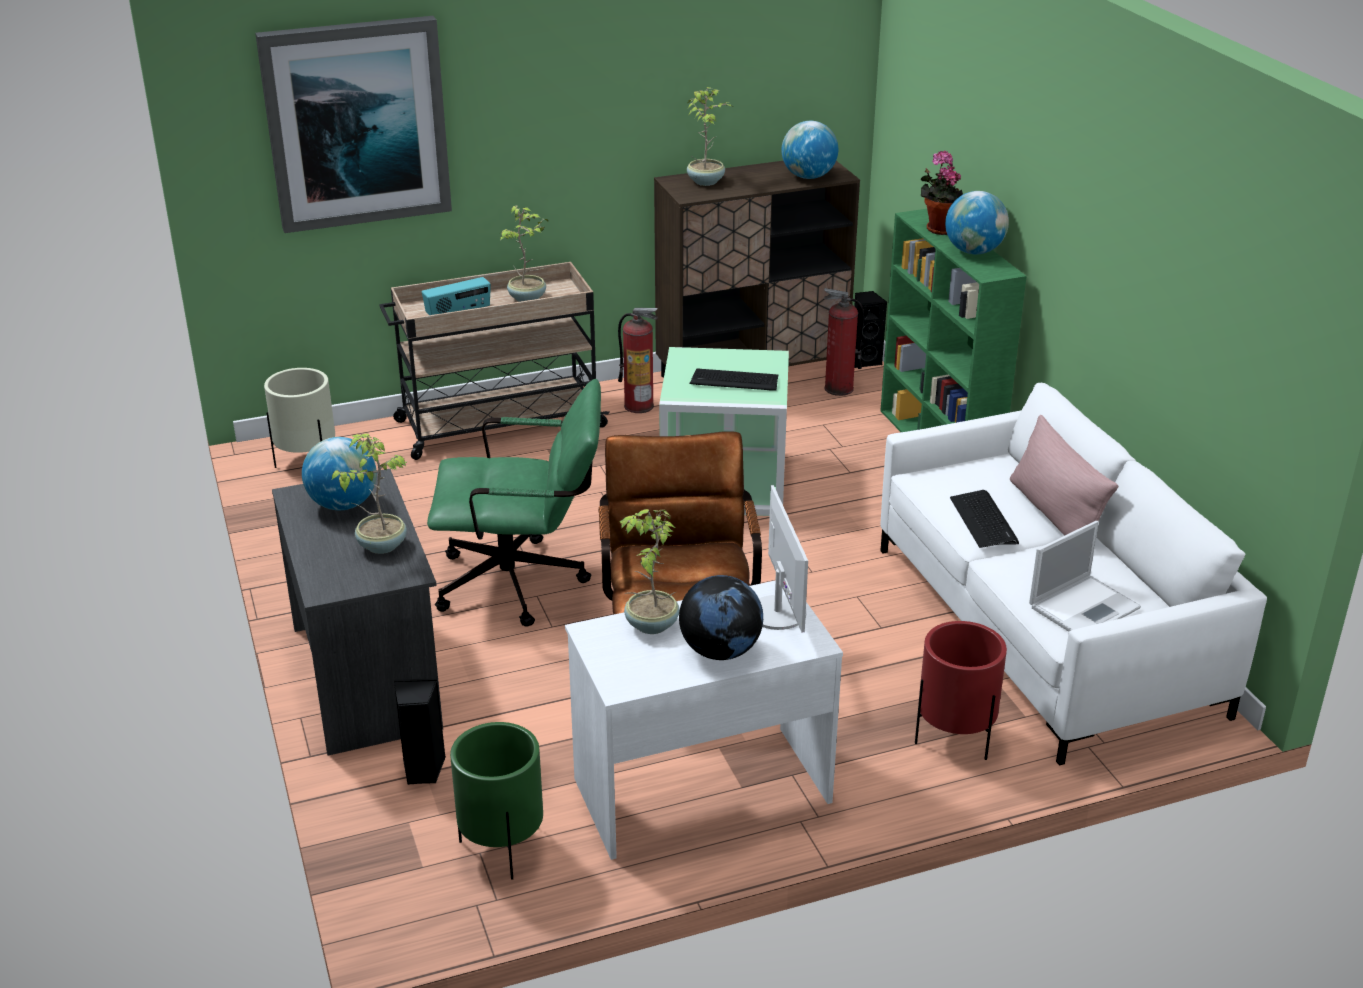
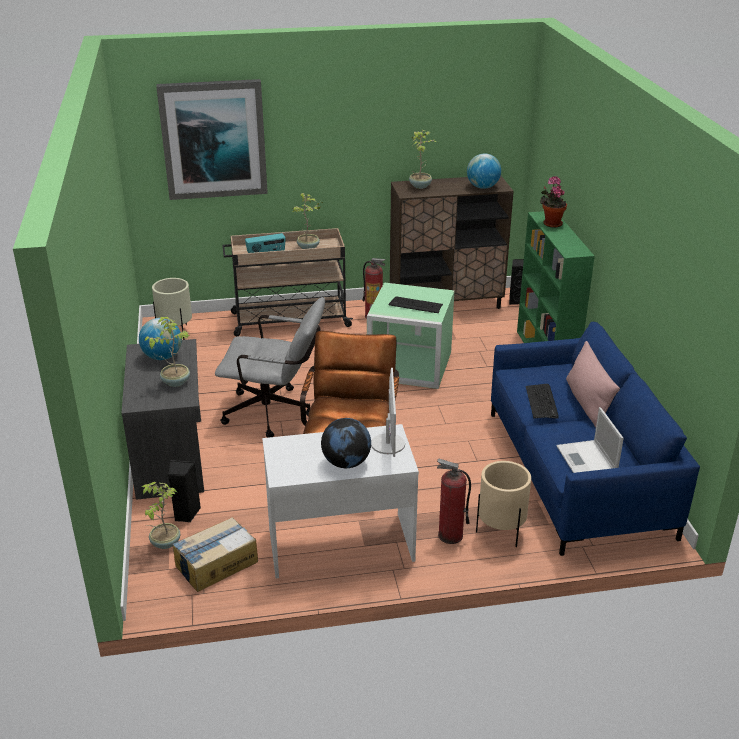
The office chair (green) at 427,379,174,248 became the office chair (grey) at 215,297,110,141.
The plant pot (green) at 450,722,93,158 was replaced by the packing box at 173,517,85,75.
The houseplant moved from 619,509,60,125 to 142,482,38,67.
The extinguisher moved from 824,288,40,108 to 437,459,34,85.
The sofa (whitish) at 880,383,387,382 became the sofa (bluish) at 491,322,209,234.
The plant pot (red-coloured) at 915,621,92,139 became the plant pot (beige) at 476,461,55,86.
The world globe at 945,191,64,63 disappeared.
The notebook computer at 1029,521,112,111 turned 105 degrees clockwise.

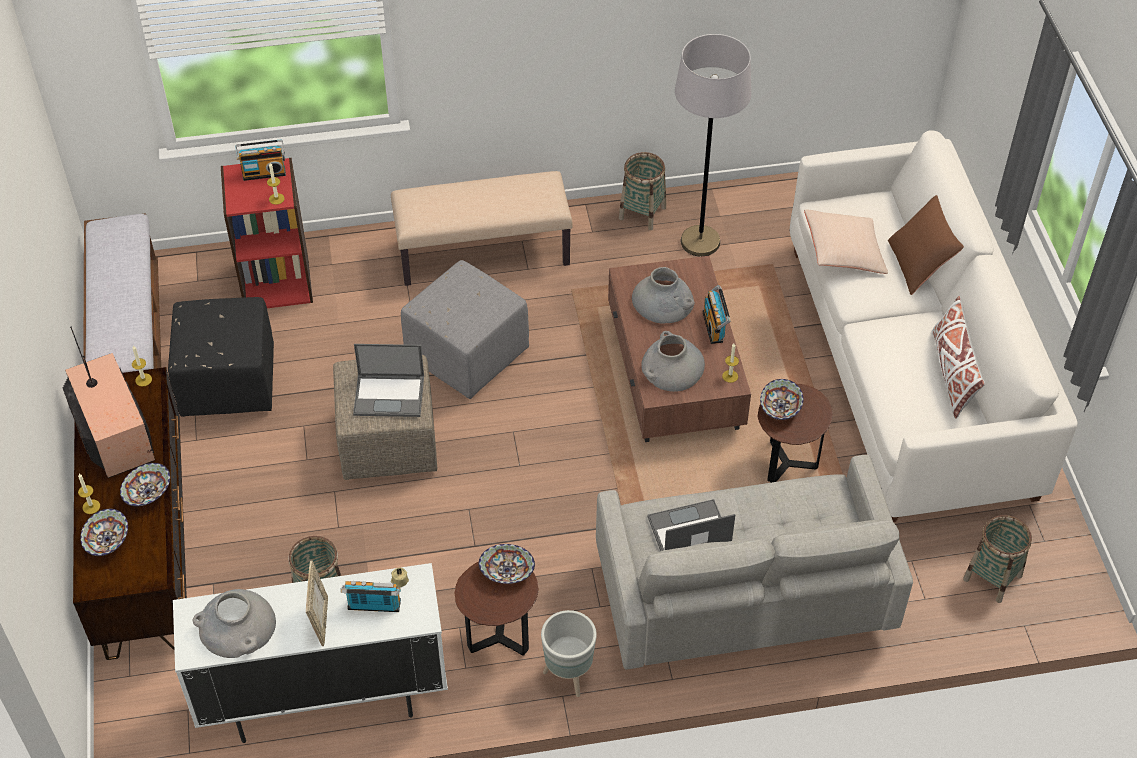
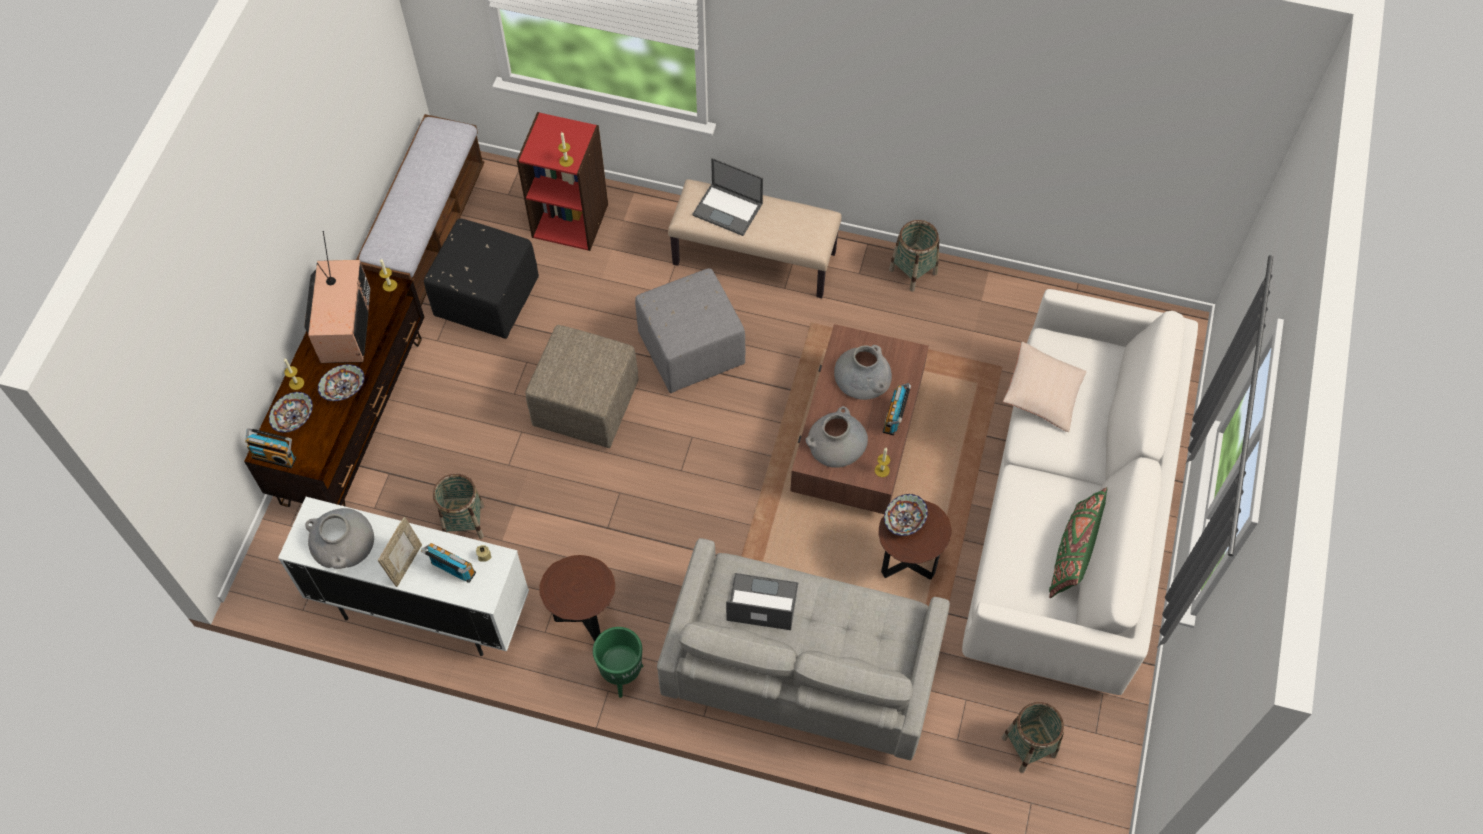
The radio receiver moved from 235,140,51,41 to 245,428,51,40.
The notebook computer moved from 353,344,71,73 to 692,158,71,78.
The serving bowl at 479,544,56,40 disappeared.
The plant pot (grey) at 541,610,56,87 became the plant pot (green) at 593,627,50,71.
The floor lamp (grey) at 675,34,77,223 disappeared.
The pillow (brown) at 888,195,76,100 disappeared.
The pillow (whitish) at 932,296,53,123 became the pillow (green) at 1049,487,58,111.

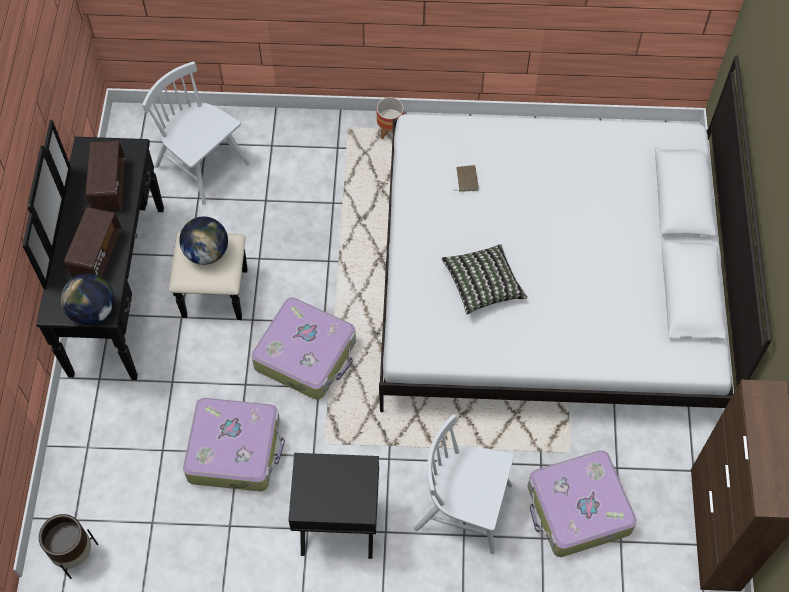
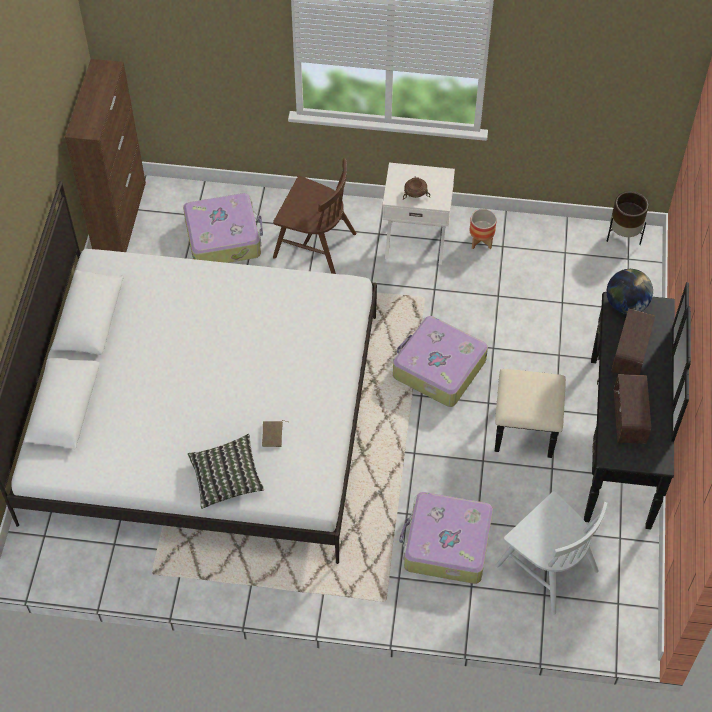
The world globe at 179,217,49,48 disappeared.
The piece of luggage moved from 183,398,102,93 to 399,492,94,92.
The night table (black-coloured) at 288,453,91,106 became the night table (whitish) at 382,163,73,102.
The plant pot moved from 377,97,27,42 to 470,209,27,40.
The plain chair (whitish) at 414,414,100,140 became the plain chair (brown) at 273,158,83,116.
The pillow moved from 441,244,86,70 to 188,434,76,75.
The serving bowl (brown) at 403,176,27,23 appeared.

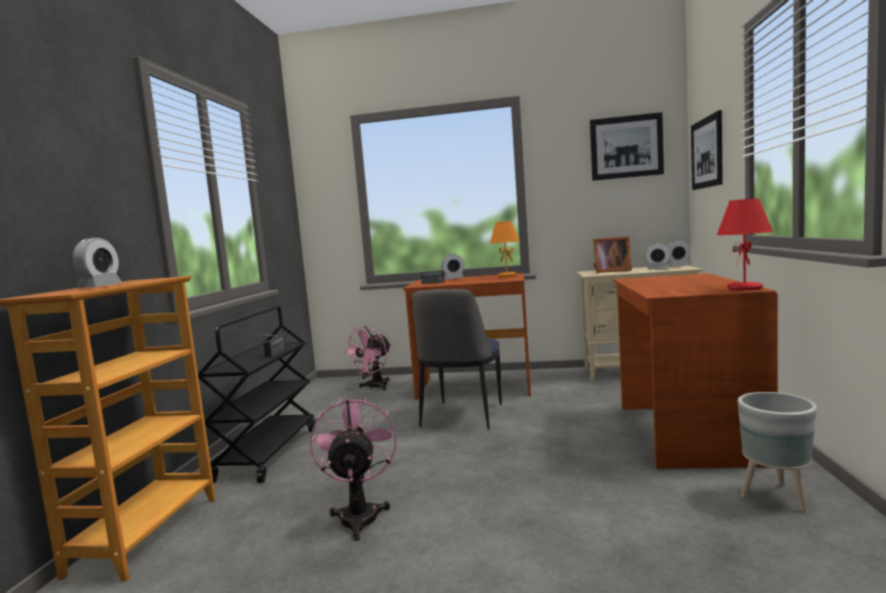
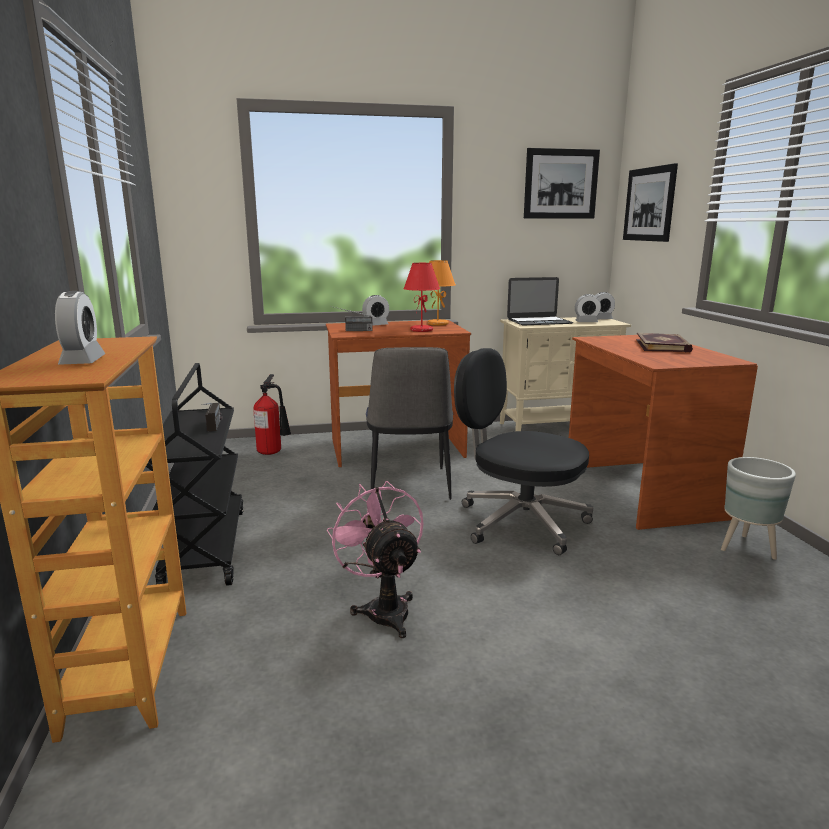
The fan (pink) at 343,326,48,64 was replaced by the extinguisher at 253,374,38,81.
The standing frame at 593,236,39,37 was replaced by the notebook computer at 507,277,66,48.
The tabletop lamp (red-coloured) moved from 717,198,56,92 to 403,263,37,69.
The office chair (black-coloured) at 454,348,139,207 appeared.
The book at 636,333,57,19 appeared.

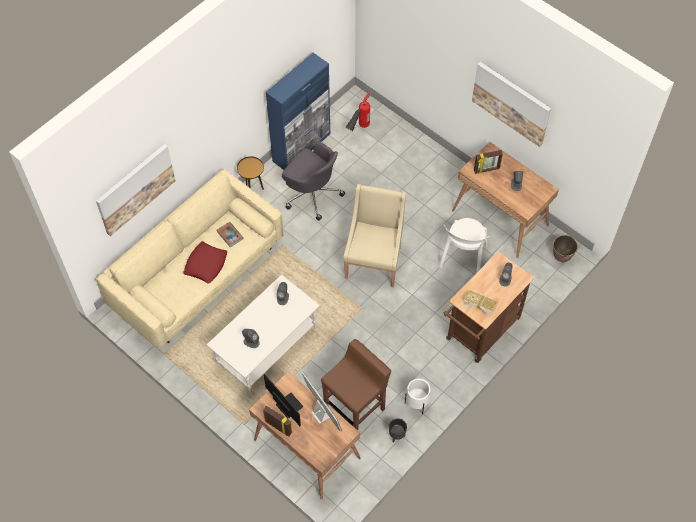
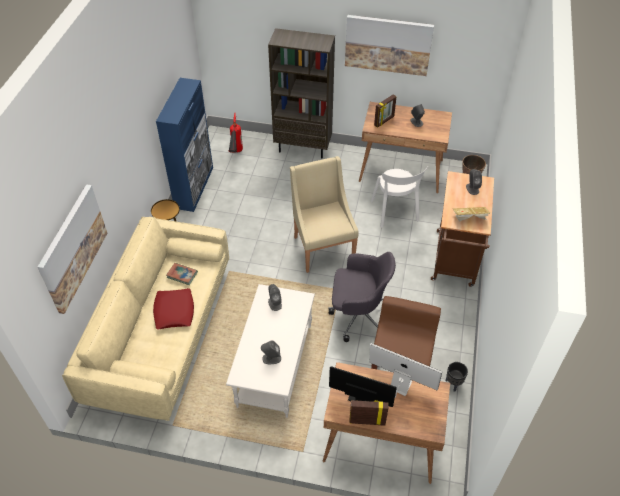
The office chair (grey) moved from 282,141,63,80 to 328,252,68,90.
The plant pot (whitish) at 405,379,25,35 disappeared.
The shelving unit (brown) at 268,28,67,130 appeared.

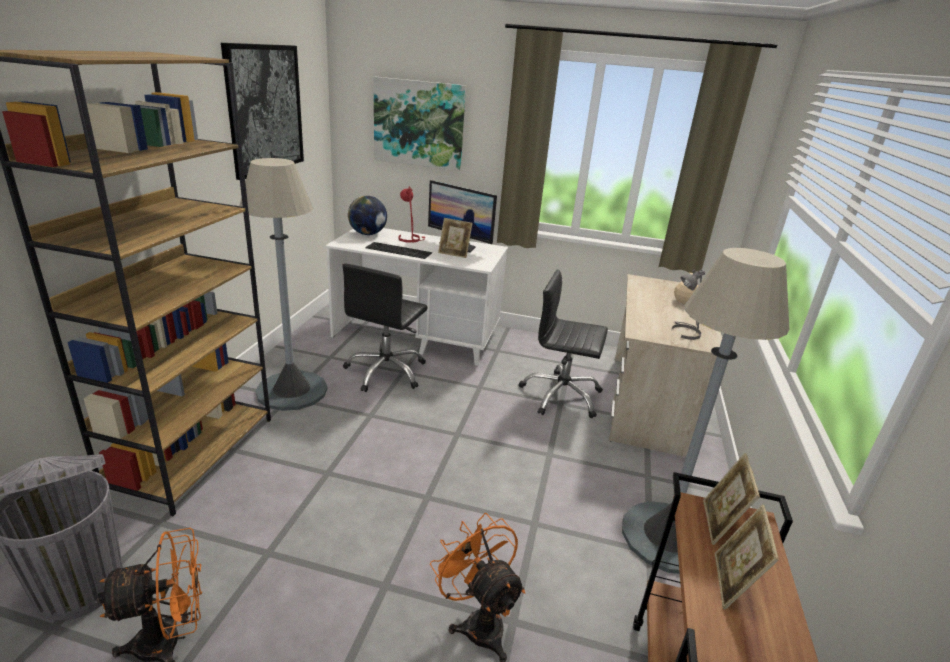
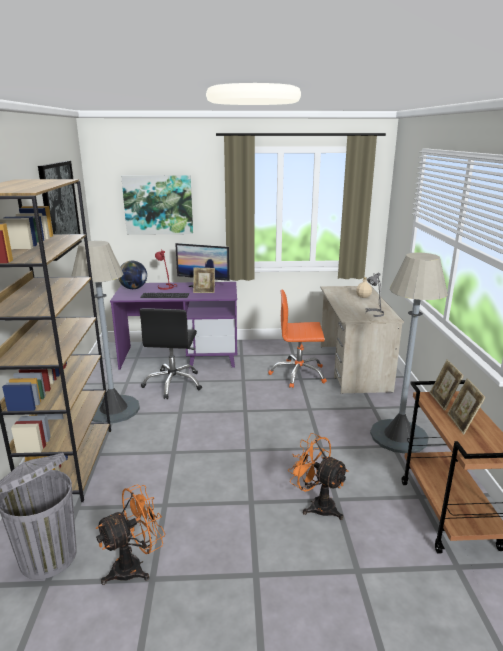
The desk table (whitish) at 325,228,183,138 became the desk table (purple-coloured) at 110,282,127,88.
The office chair (black-coloured) at 519,270,89,148 became the office chair (orange-coloured) at 268,290,59,98.

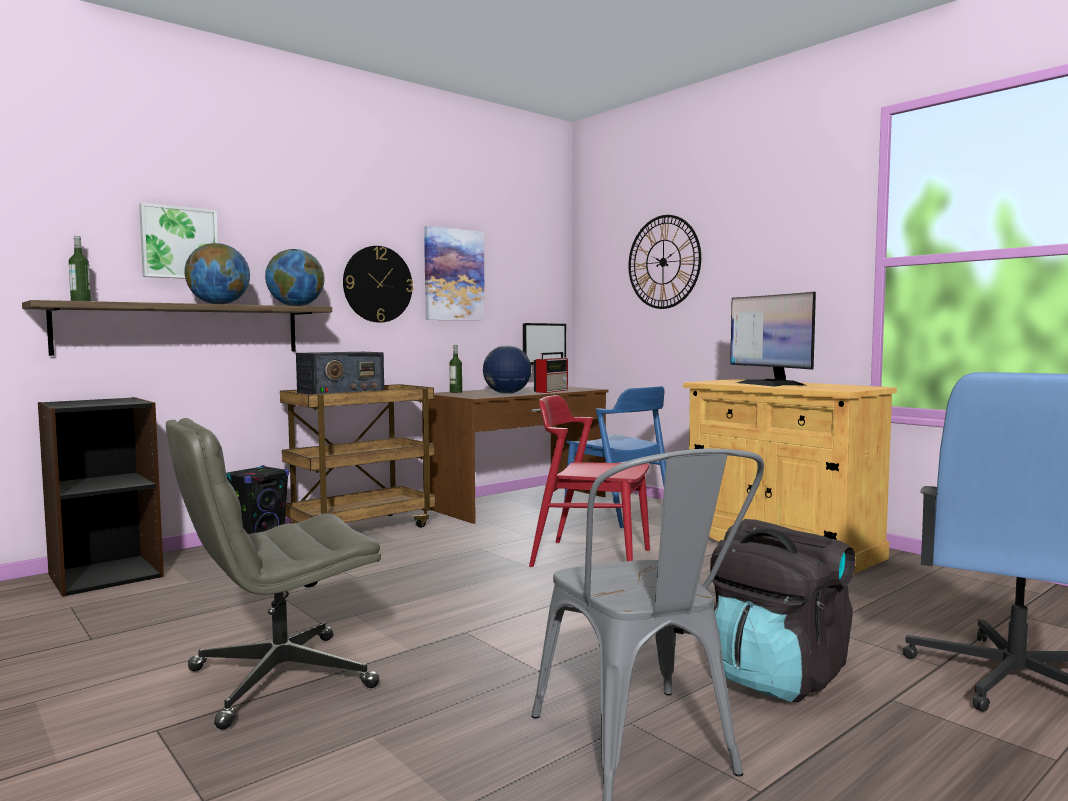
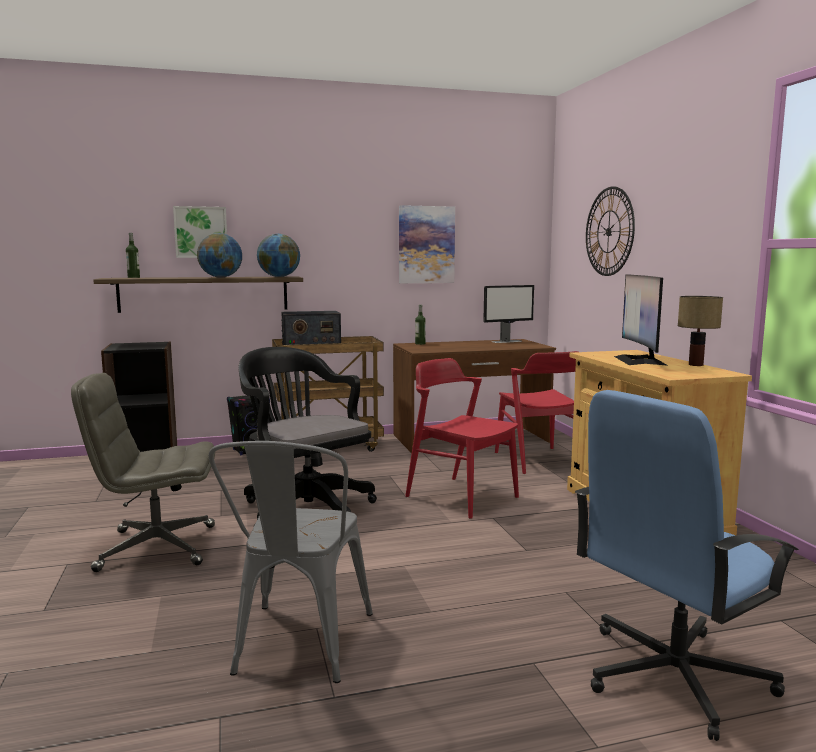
The clock on the wall at 343,246,70,77 disappeared.
The world globe at 483,345,48,49 disappeared.
The radio receiver at 534,352,34,41 disappeared.
The plain chair (bluish) at 564,386,102,142 became the plain chair (red-coloured) at 495,351,83,123.
The backpack (black-coloured) at 710,519,146,184 disappeared.
The office chair (black-coloured) at 238,347,139,178 appeared.
The tabletop lamp at 678,296,45,70 appeared.

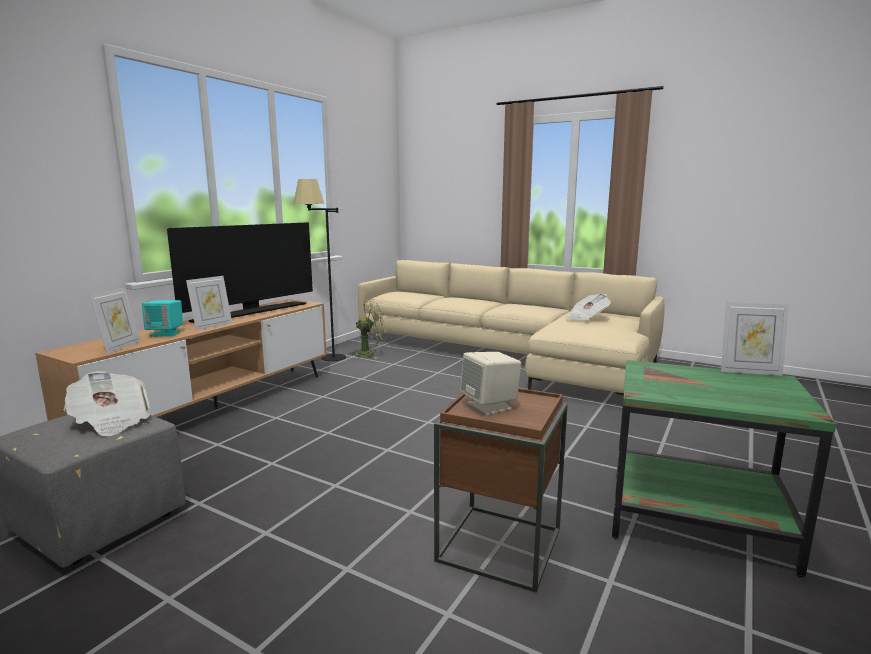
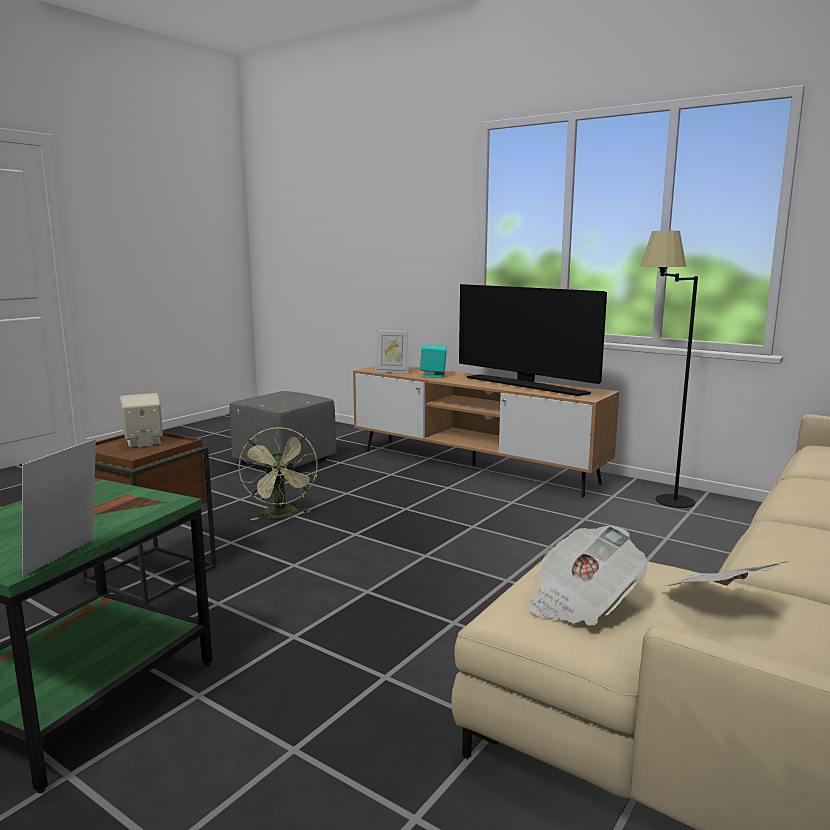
The newspaper moved from 64,371,86,65 to 528,526,119,100.
The standing frame at 186,276,46,54 disappeared.
The fan (green) moved from 348,299,38,60 to 238,427,80,93.

